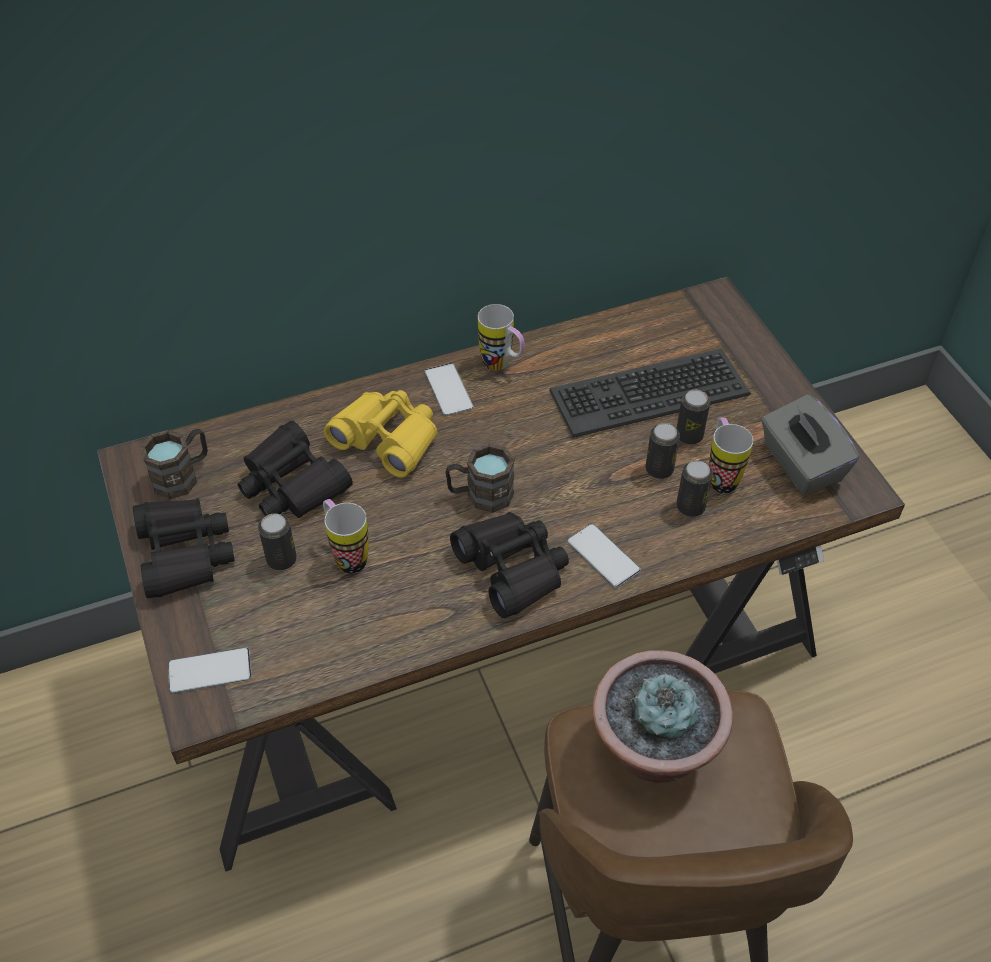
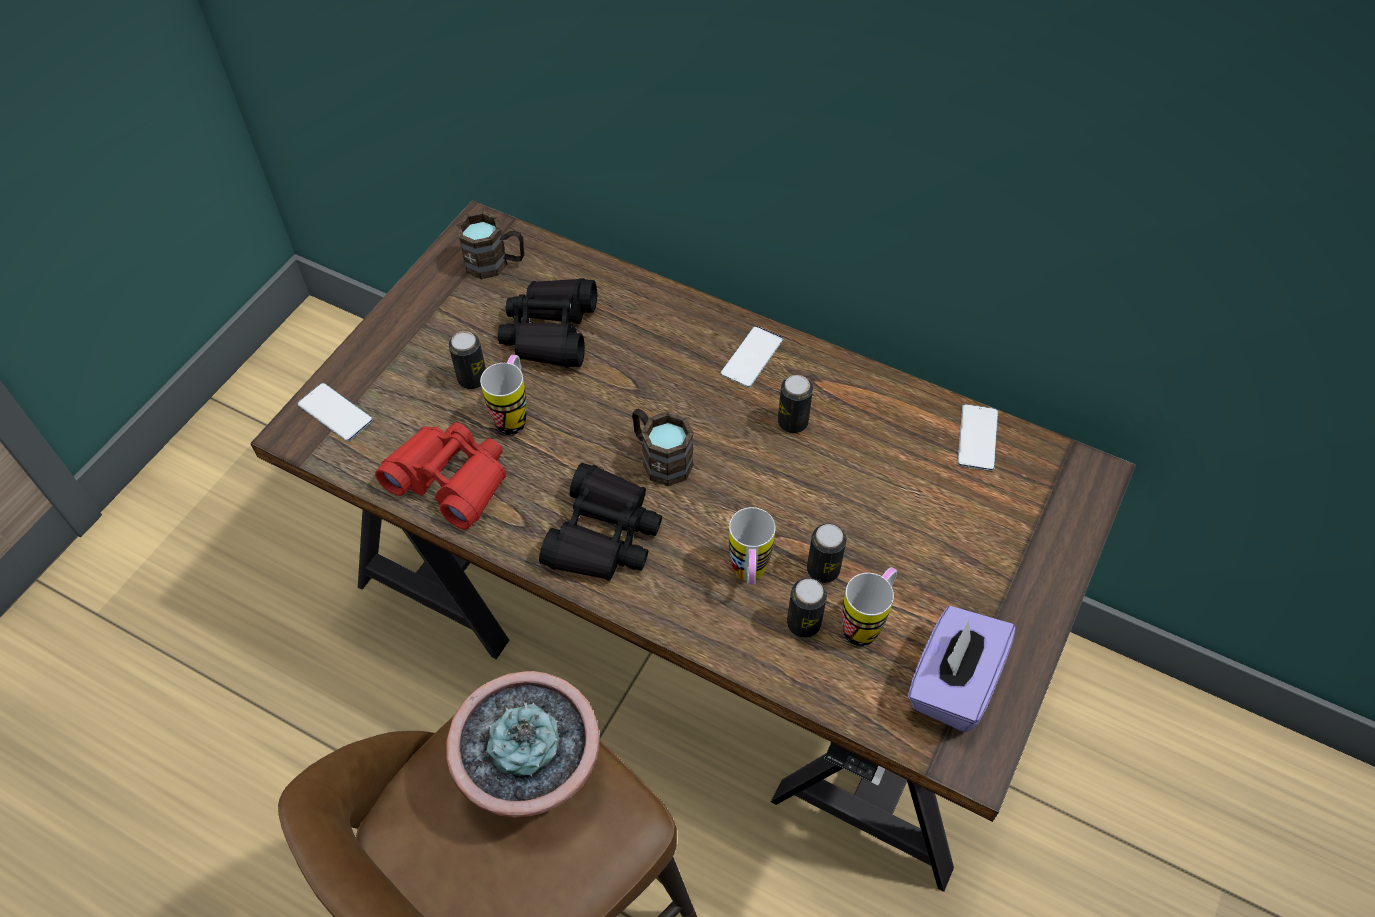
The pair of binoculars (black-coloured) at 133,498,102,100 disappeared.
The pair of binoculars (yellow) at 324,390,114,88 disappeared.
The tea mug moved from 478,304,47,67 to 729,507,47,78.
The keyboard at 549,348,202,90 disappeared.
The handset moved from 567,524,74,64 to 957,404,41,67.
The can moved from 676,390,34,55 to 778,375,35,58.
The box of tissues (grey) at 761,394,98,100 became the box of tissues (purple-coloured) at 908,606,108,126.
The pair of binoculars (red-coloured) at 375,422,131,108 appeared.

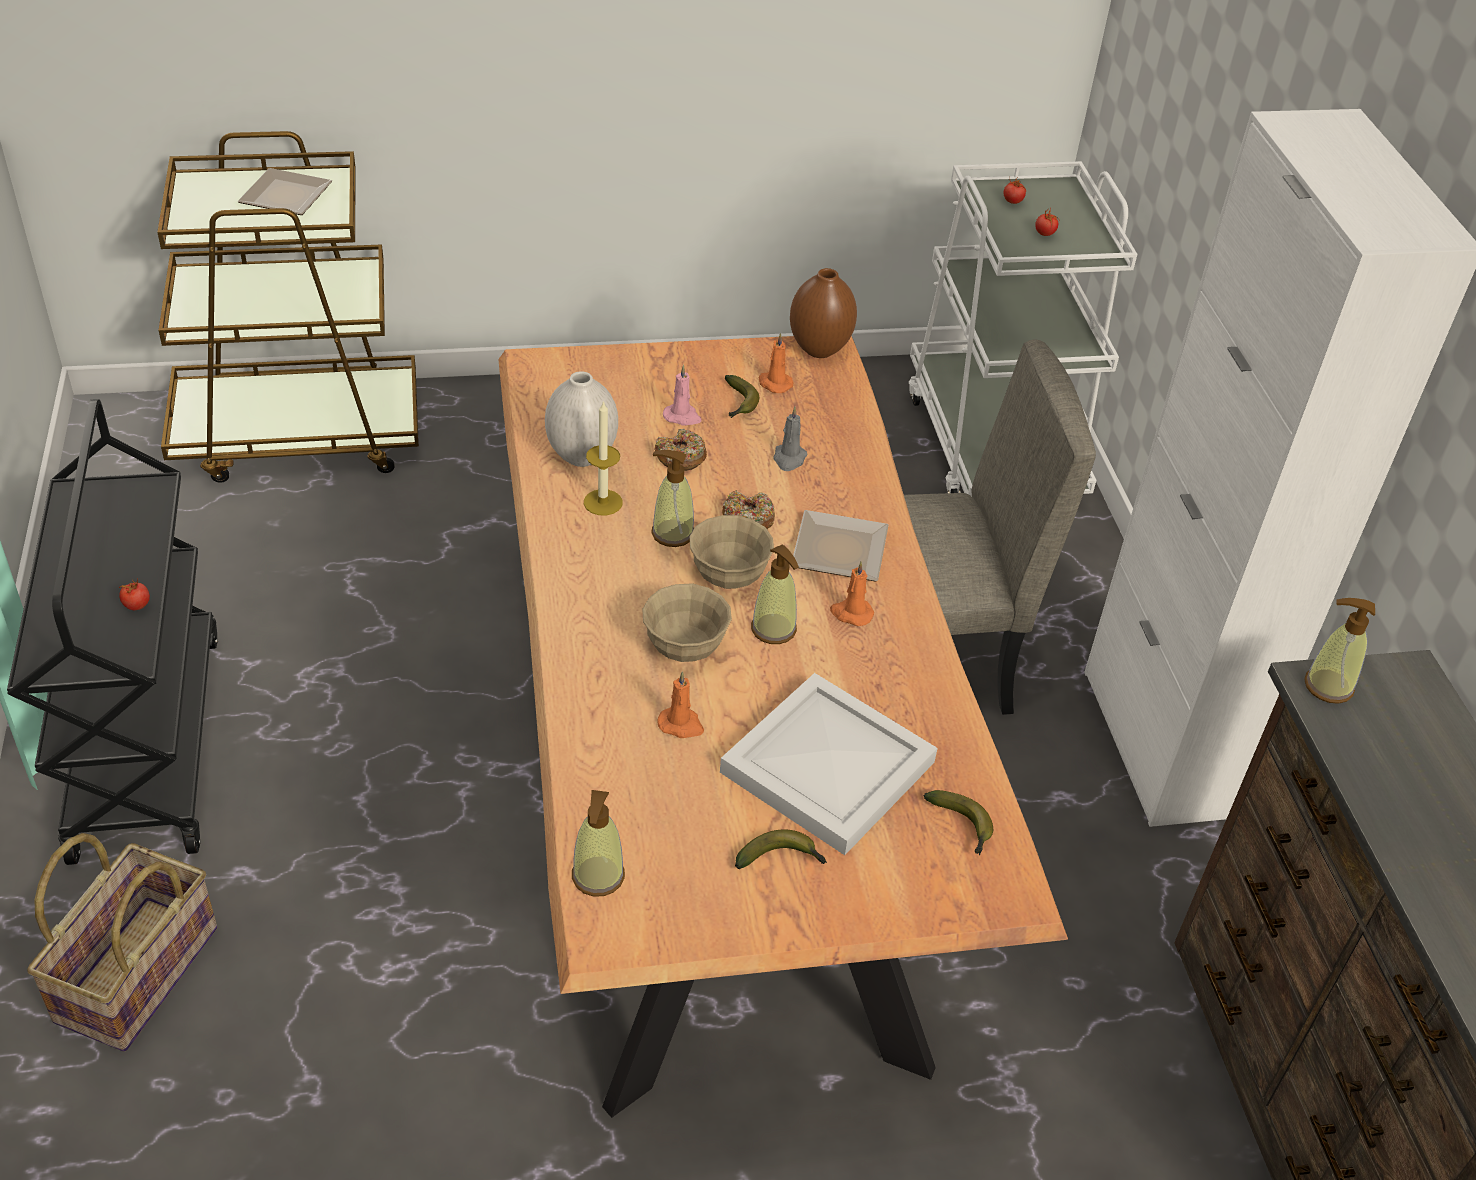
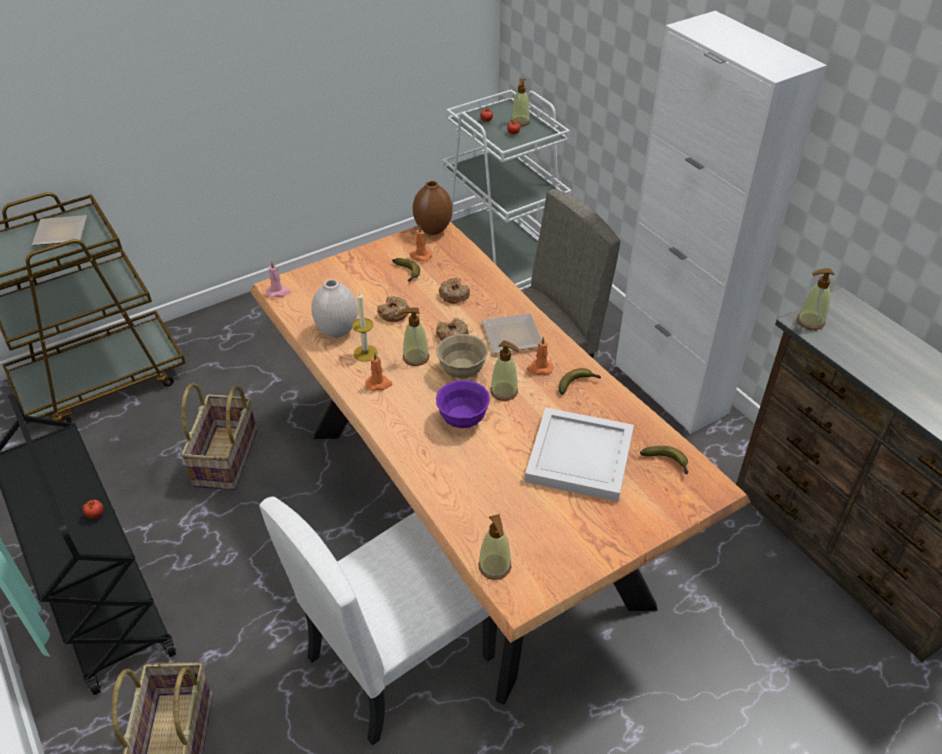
The serving bowl (beige) at 642,583,90,79 became the serving bowl (purple-coloured) at 436,380,54,48.
The wax candle (orange-coloured) moved from 657,671,47,67 to 365,353,28,38.
The wax candle (pink) moved from 663,365,39,61 to 266,261,25,37.
The banana moved from 735,830,92,39 to 558,368,43,27.
The wax candle (grey) at 773,407,35,64 was replaced by the doughnut at 439,278,31,26.
The basket at 181,383,76,107 appeared.
The plain chair (whitish) at 259,497,238,248 appeared.
The liquid soap bottle at 511,79,19,47 appeared.

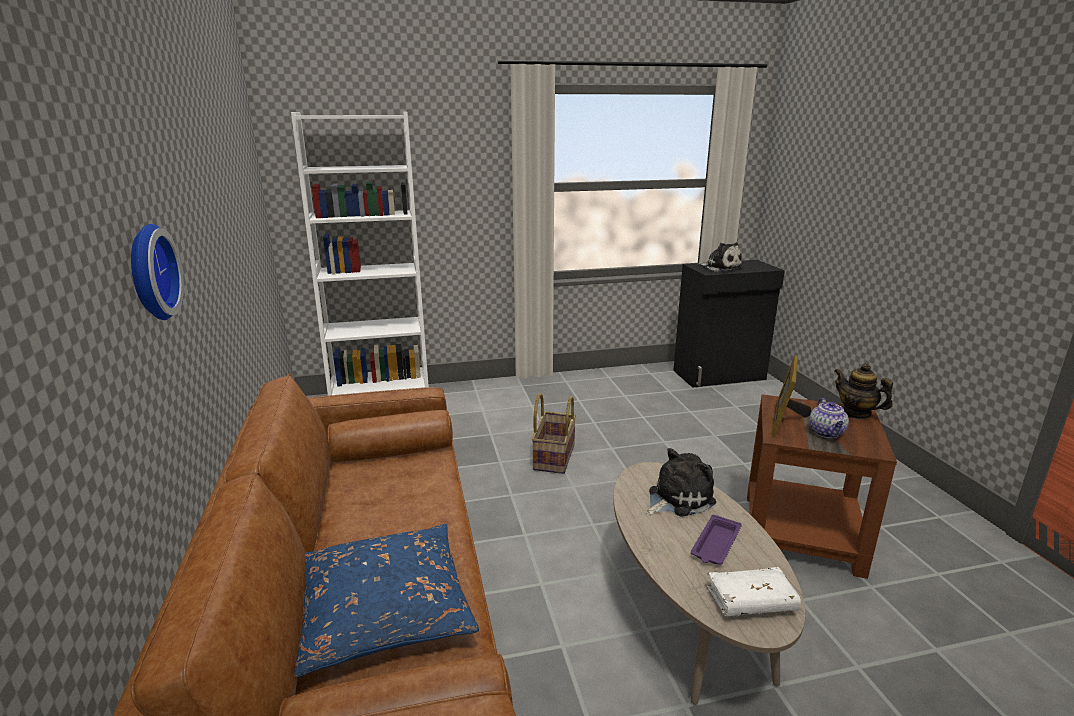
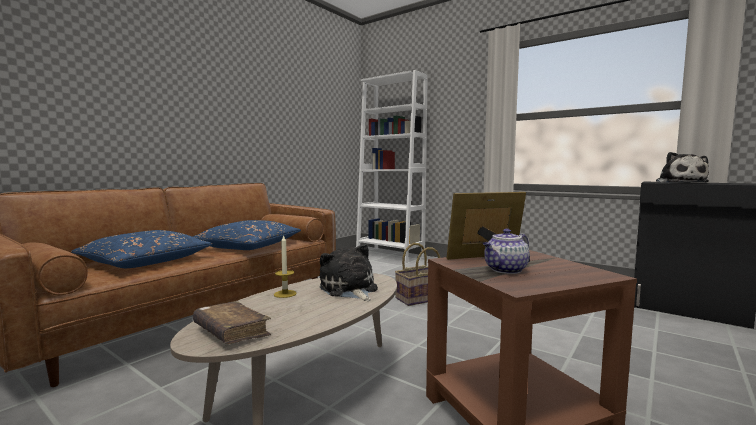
The clock on the wall at 131,224,53,96 disappeared.
The cuddly toy at 646,448,70,69 turned 135 degrees counterclockwise.
The tray (purple-coloured) at 691,514,51,51 disappeared.
The book (whitish) at 707,567,94,50 became the book (brown) at 193,301,78,43.
The teapot at 835,363,58,56 disappeared.
The pillow (bluish) at 193,220,108,30 appeared.
The wax candle at 274,234,23,64 appeared.

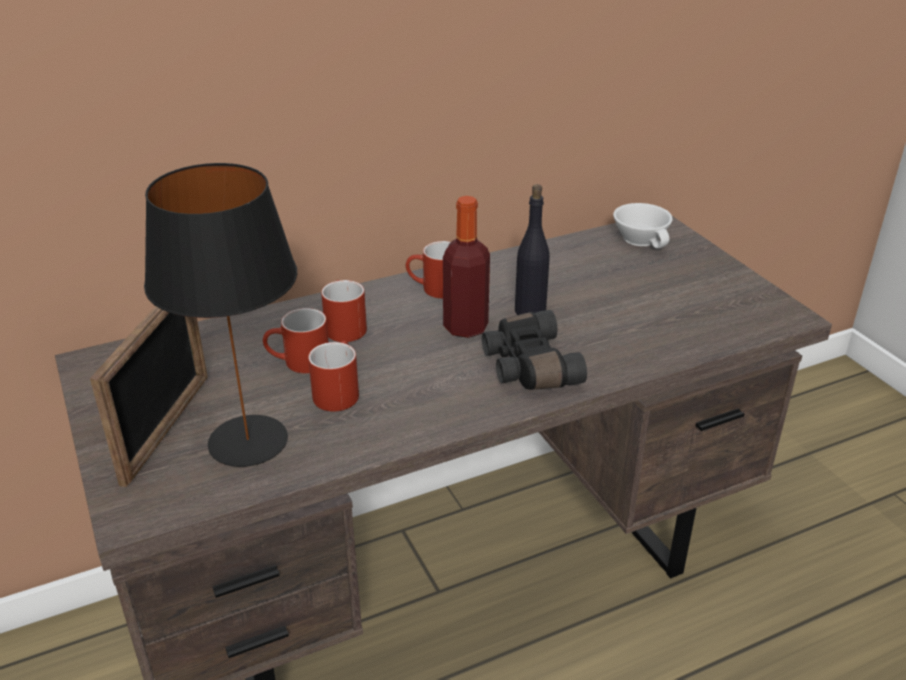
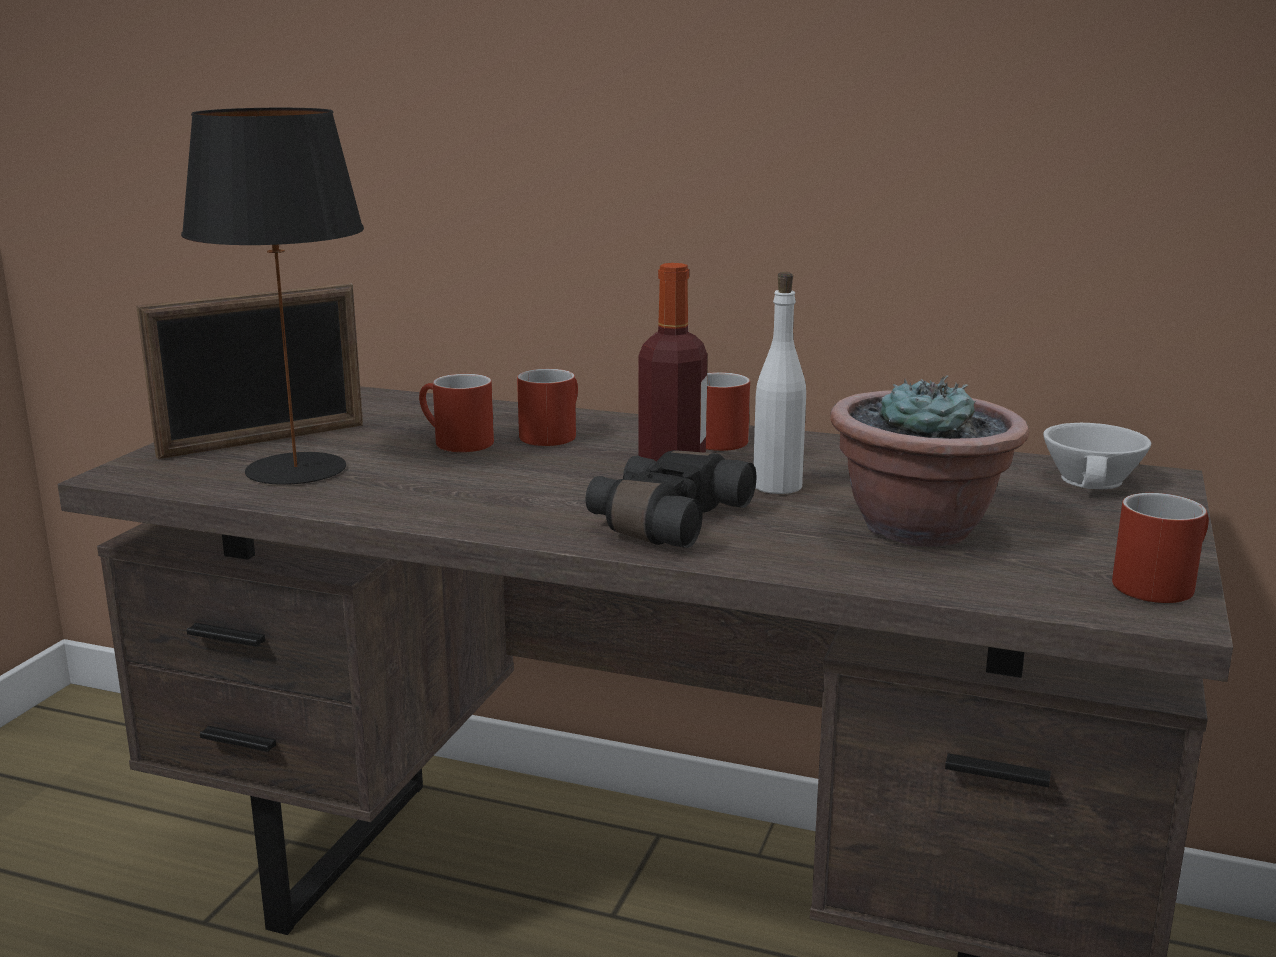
The tea mug (red-coloured) moved from 308,341,51,71 to 1112,493,97,110.
The bottle (black-coloured) at 515,184,35,131 became the bottle (whitish) at 754,272,52,222.
The houseplant at 830,375,199,172 appeared.

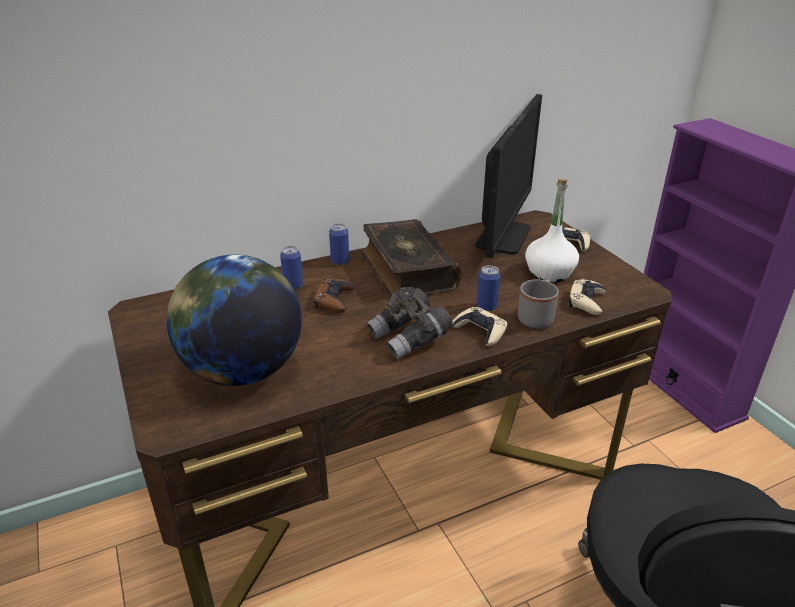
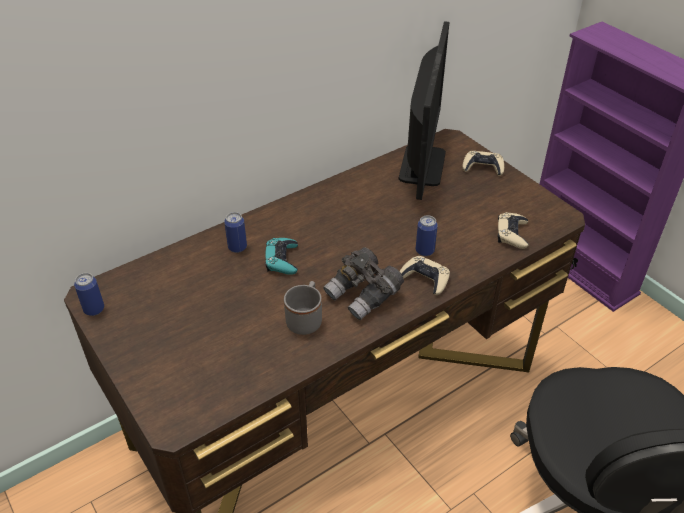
The world globe at 167,255,135,131 disappeared.
The game controller (brown) at 314,278,40,35 became the game controller (blue-green) at 265,238,33,37.
The can moved from 329,223,20,42 to 74,273,30,43.
The book at 362,219,99,77 disappeared.
The tea mug (grey) moved from 518,279,41,50 to 284,281,38,54.
The bottle (whitish) at 525,179,54,103 disappeared.

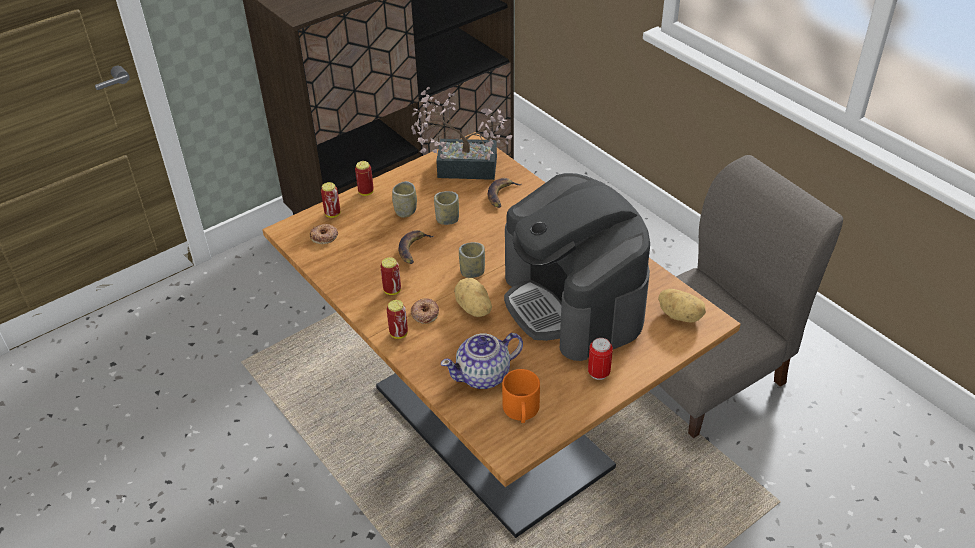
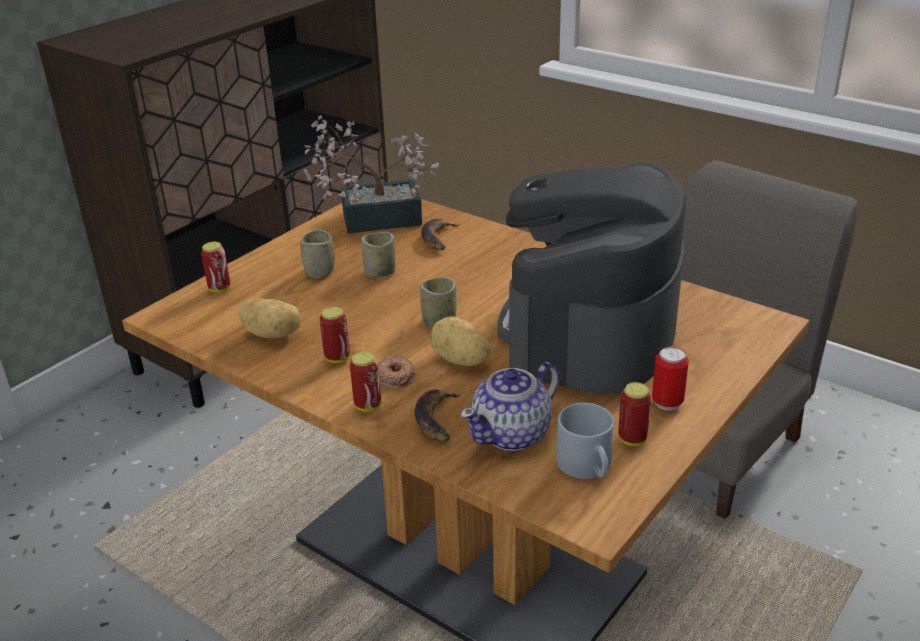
The doughnut at 310,224,28,20 disappeared.
The can moved from 355,161,19,35 to 618,382,33,64.
The banana moved from 398,230,37,34 to 415,389,47,53.
The tea mug (orange-coloured) at 502,369,38,54 became the tea mug (grey) at 556,403,58,76.
The coffee brewer at 504,173,146,188 turned 60 degrees clockwise.
The spud moved from 658,289,48,33 to 239,299,62,40.

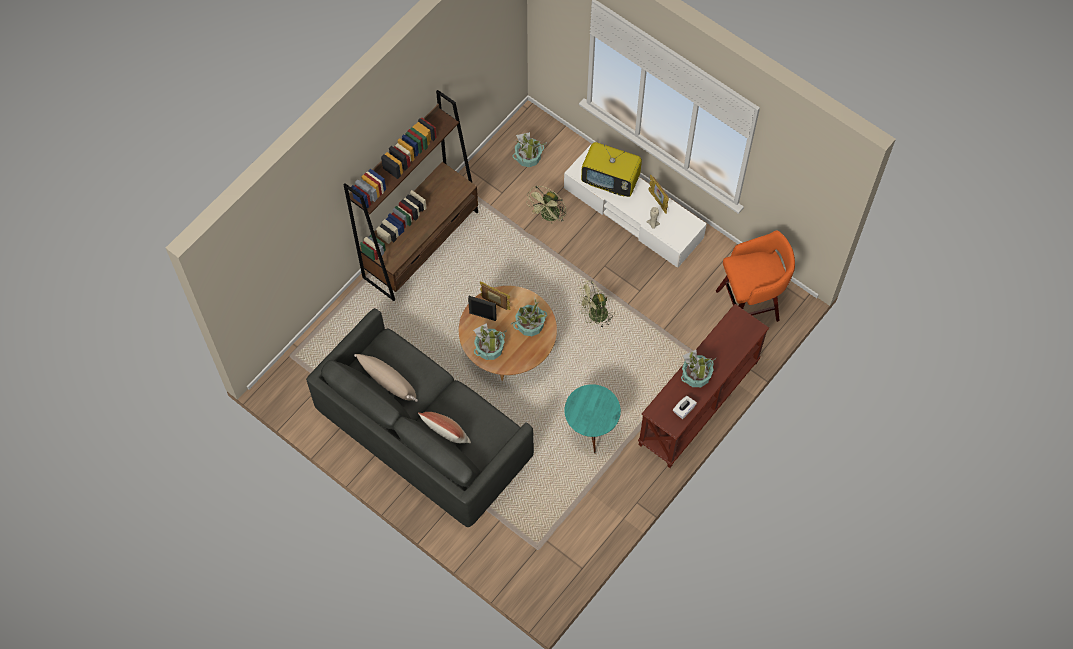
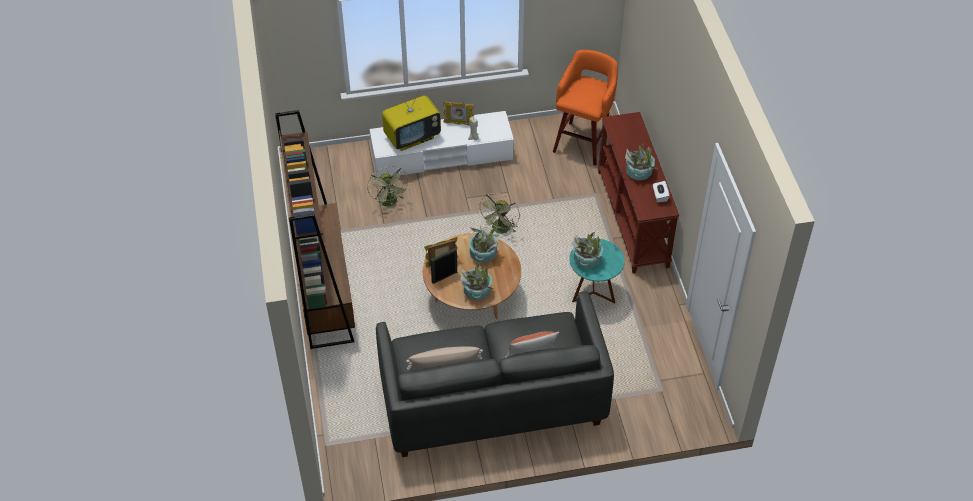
The houseplant moved from 512,132,35,35 to 571,232,32,36.

